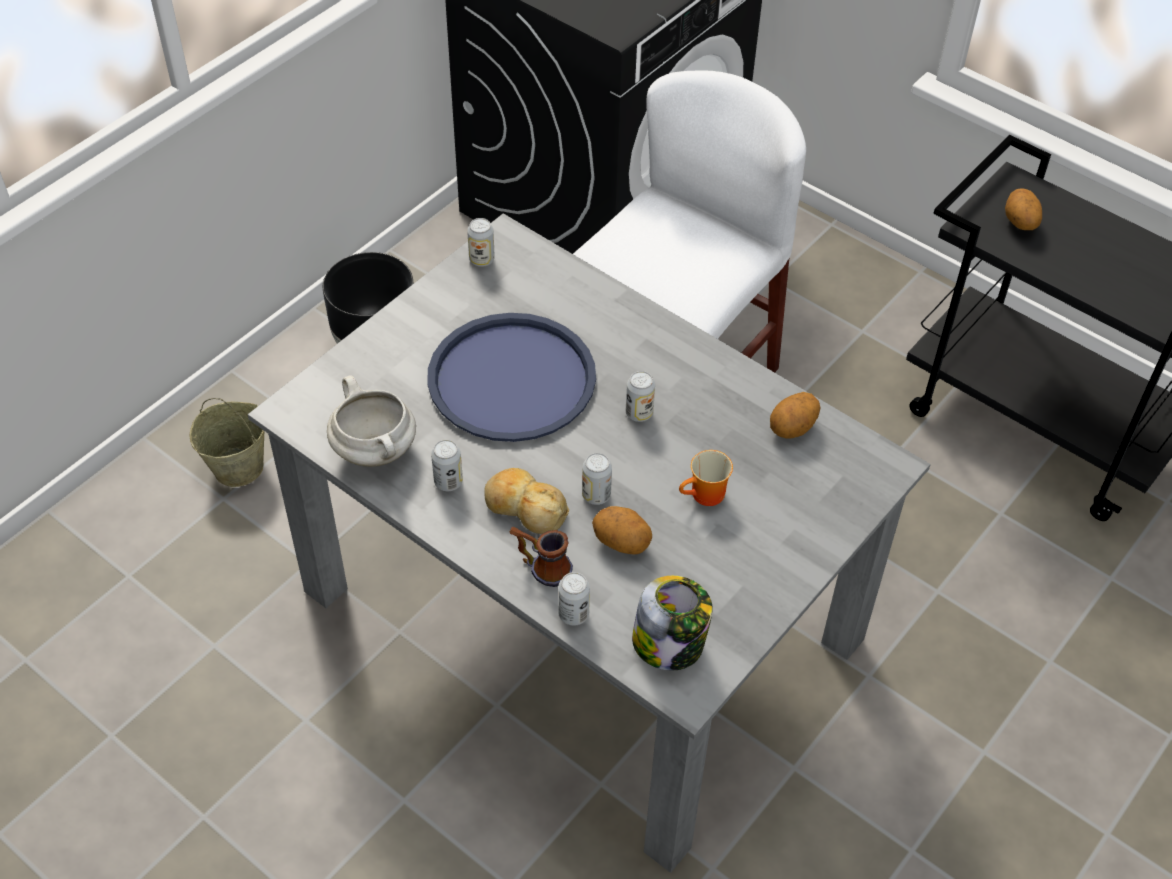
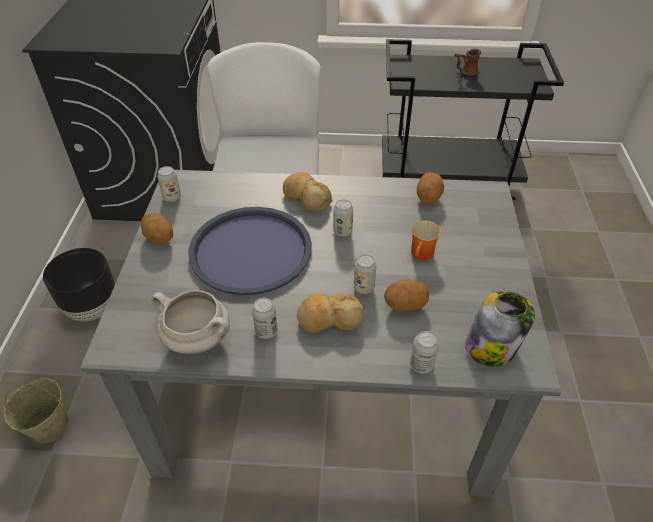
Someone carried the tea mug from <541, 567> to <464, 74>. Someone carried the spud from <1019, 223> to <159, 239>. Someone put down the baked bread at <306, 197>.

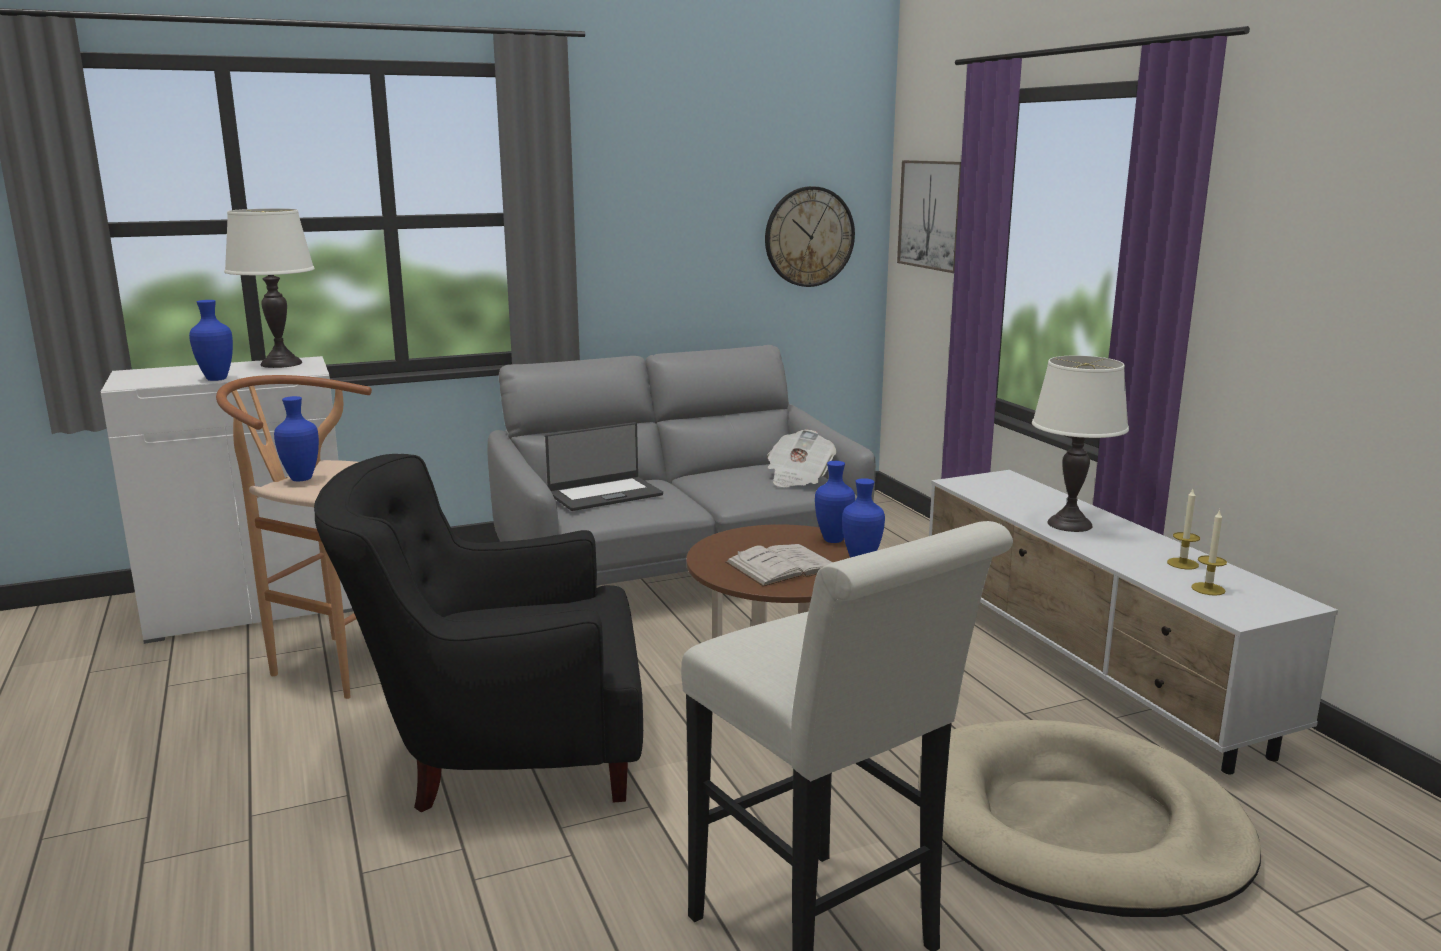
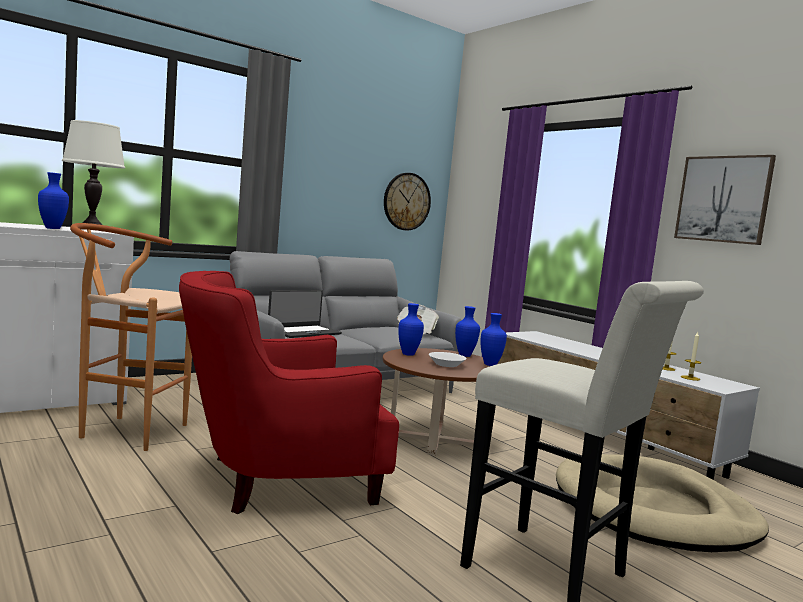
Someone carried the decorative vase (bluish) from <303, 479> to <409, 354>. Someone repainted the armchair (blackish) at <502, 752>, which became the armchair (red-coloured) at <277, 479>. Someone swapped the book (white) at <782, 566> for the bowl (white) at <446, 364>. Someone carried the picture from <933, 215> to <723, 199>. Someone took away the lamp for a table (white) at <1070, 524>.

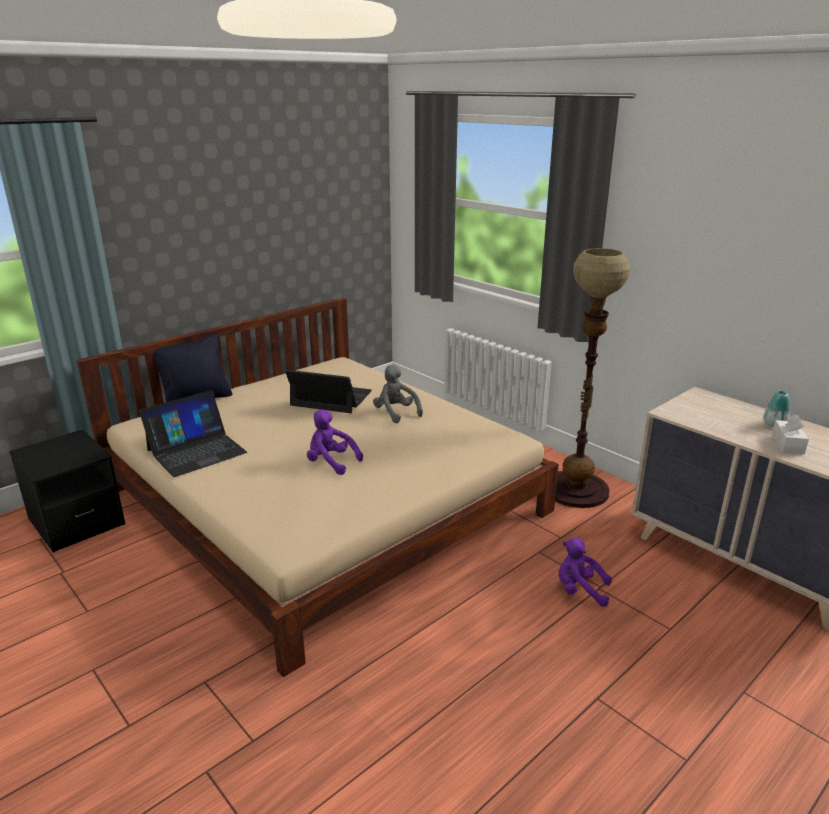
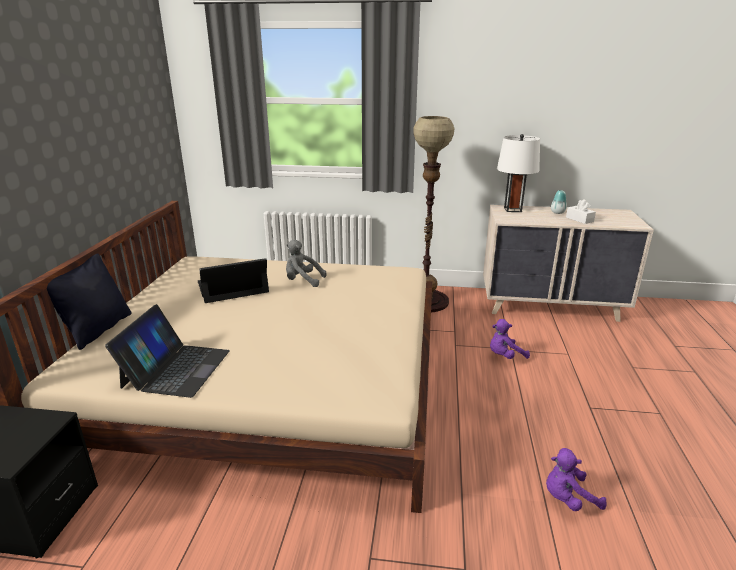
Someone carried the plush toy (purple) from <331, 463> to <568, 498>. Someone put down the lamp for a table (white) at <512, 209>.

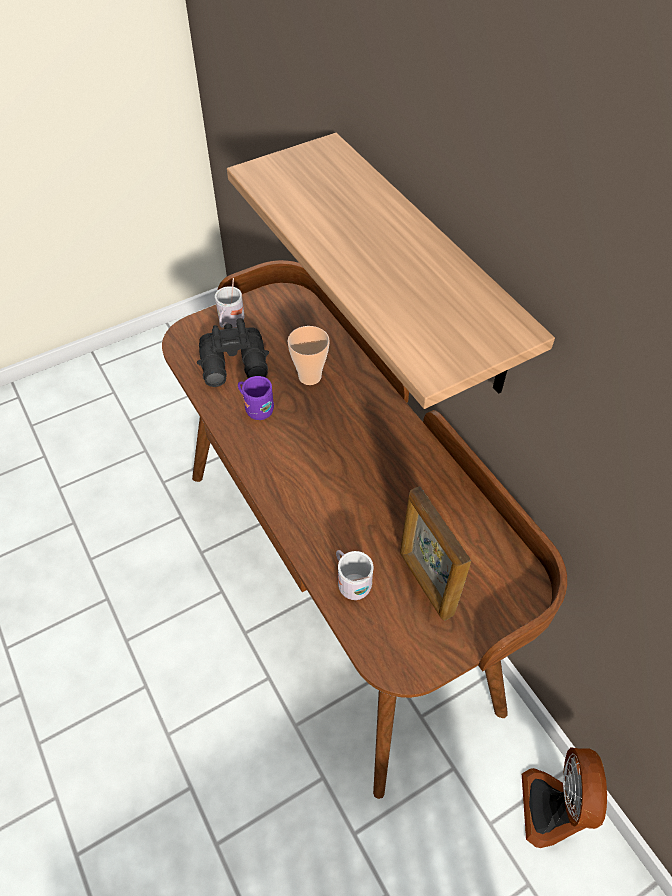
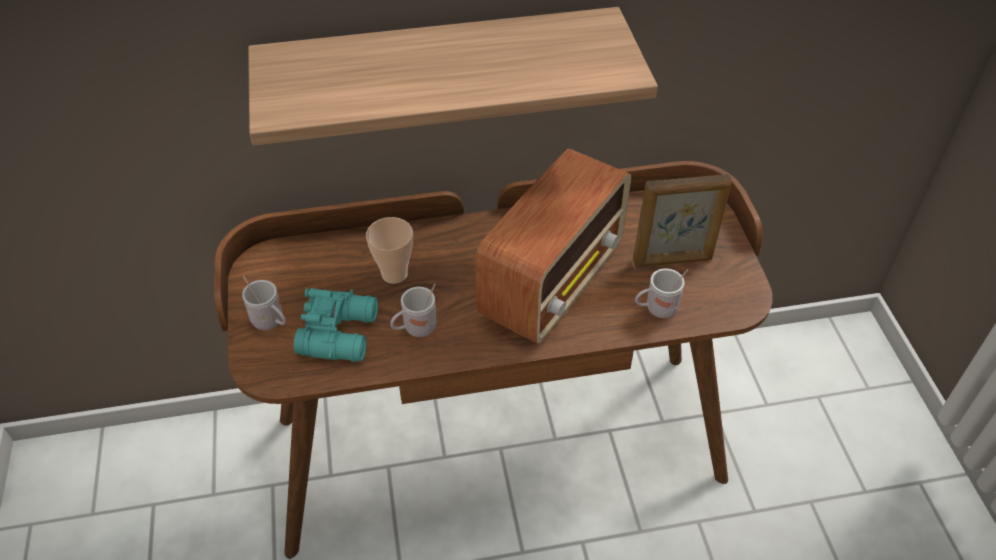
Someone repainted the field glasses (blackish) at <236, 366>, which became the field glasses (blue-green) at <341, 332>. Someone repainted the tea mug (purple) at <256, 409>, which became the tea mug (white) at <415, 329>. Someone took away the fan at <554, 809>. Someone put down the radio at <553, 281>.

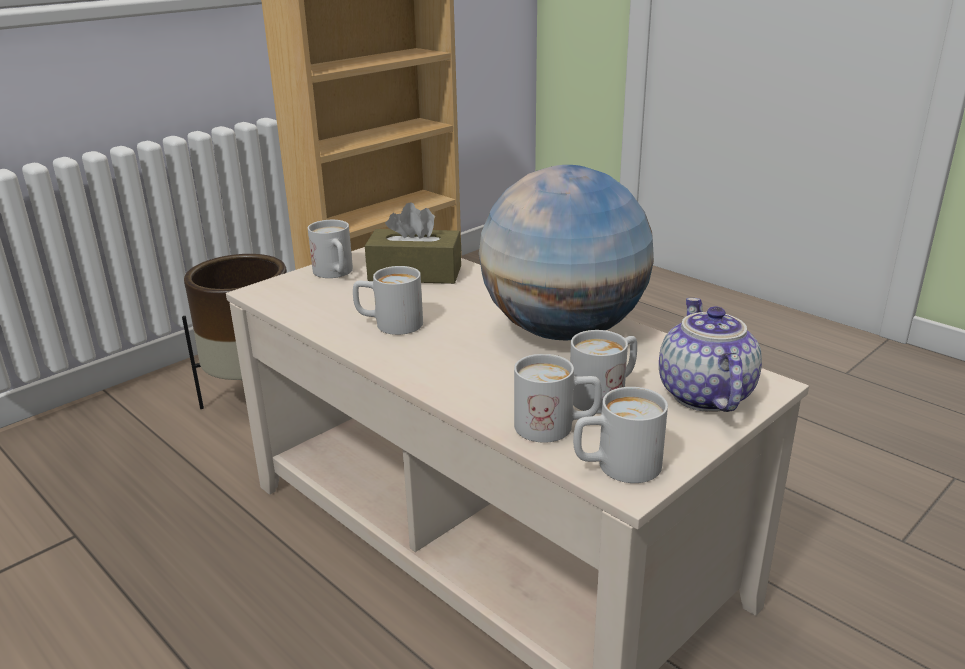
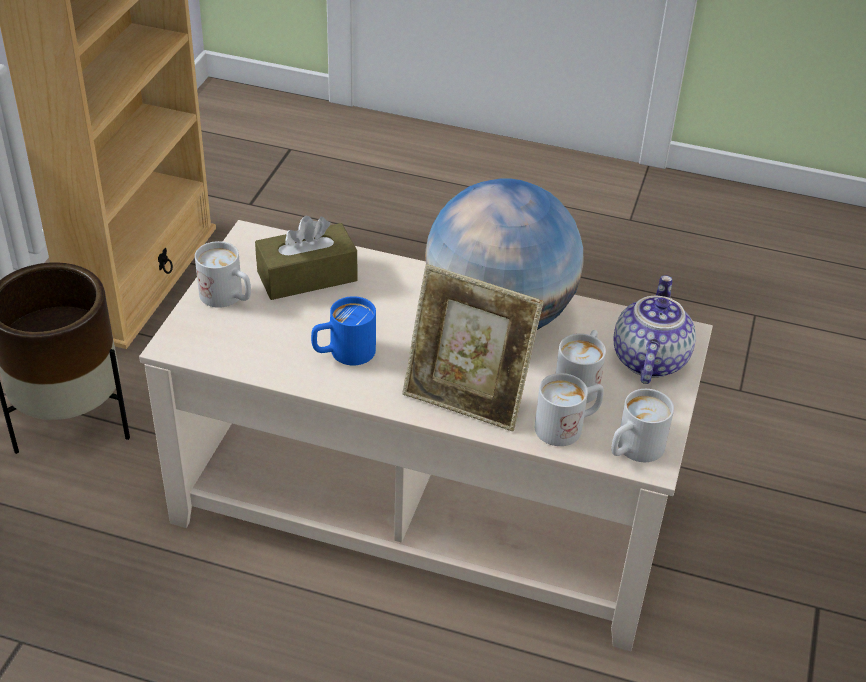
Someone repainted the tea mug (white) at <389, 324>, which became the tea mug (bluish) at <343, 353>. Someone rotated the pot for tea at <702, 395> by 45 degrees clockwise. Someone put down the standing frame at <466, 398>.

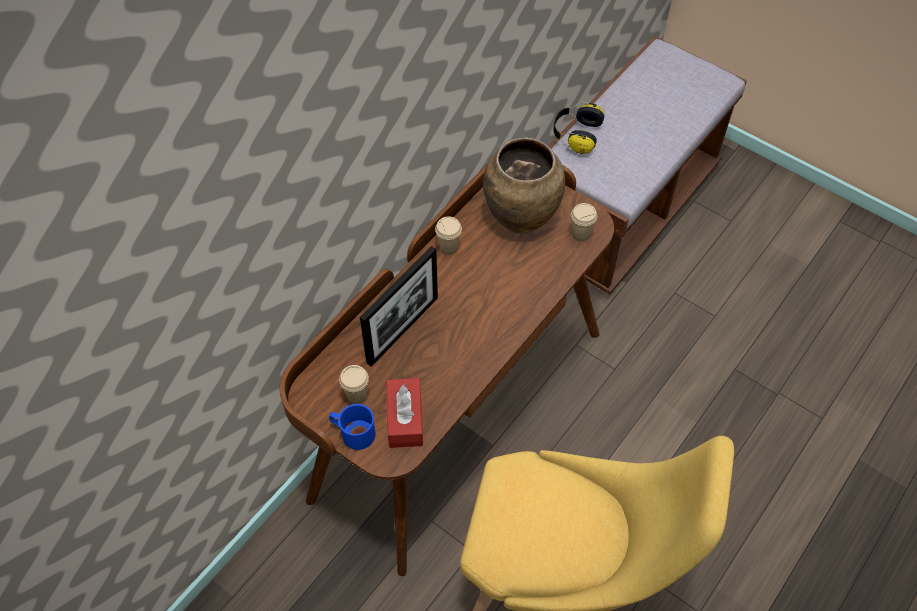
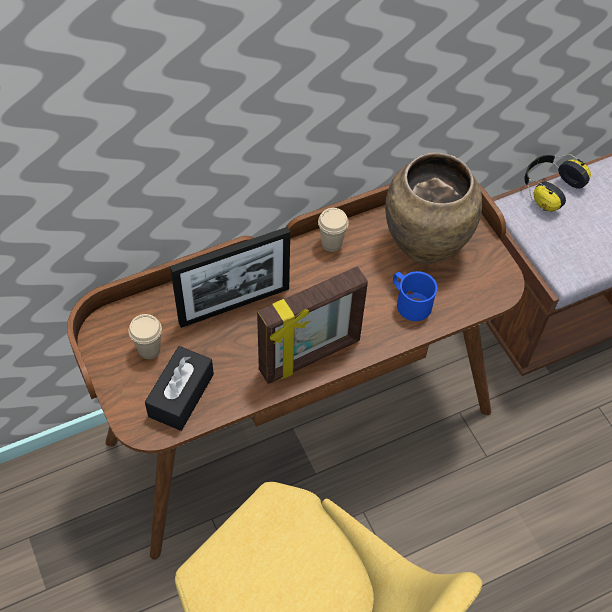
Someone carried the tea mug (bluish) from <353, 433> to <409, 302>. Someone repainted the box of tissues (red-coloured) at <405, 419>, which became the box of tissues (blackish) at <181, 395>. Someone took away the small cup (sand-coloured) at <580, 234>. Someone put down the standing frame at <310, 357>.

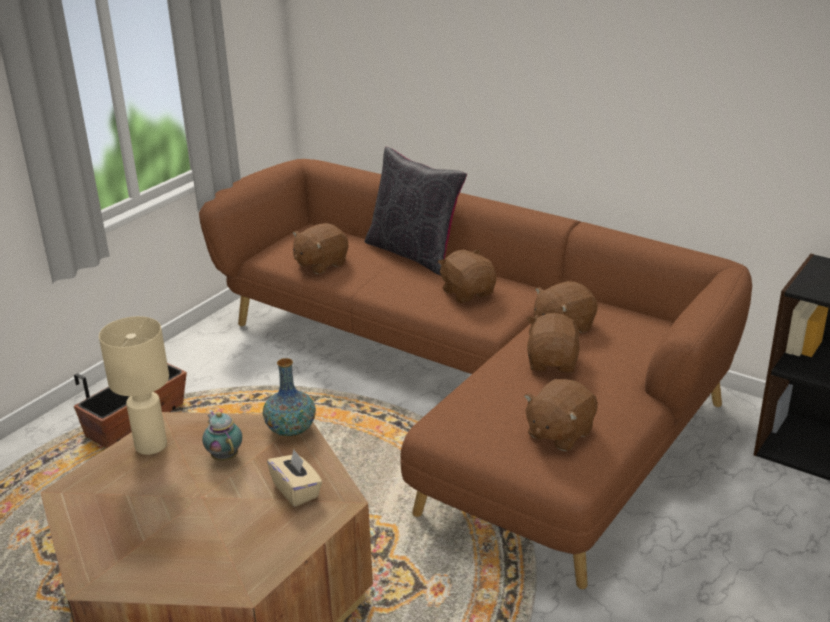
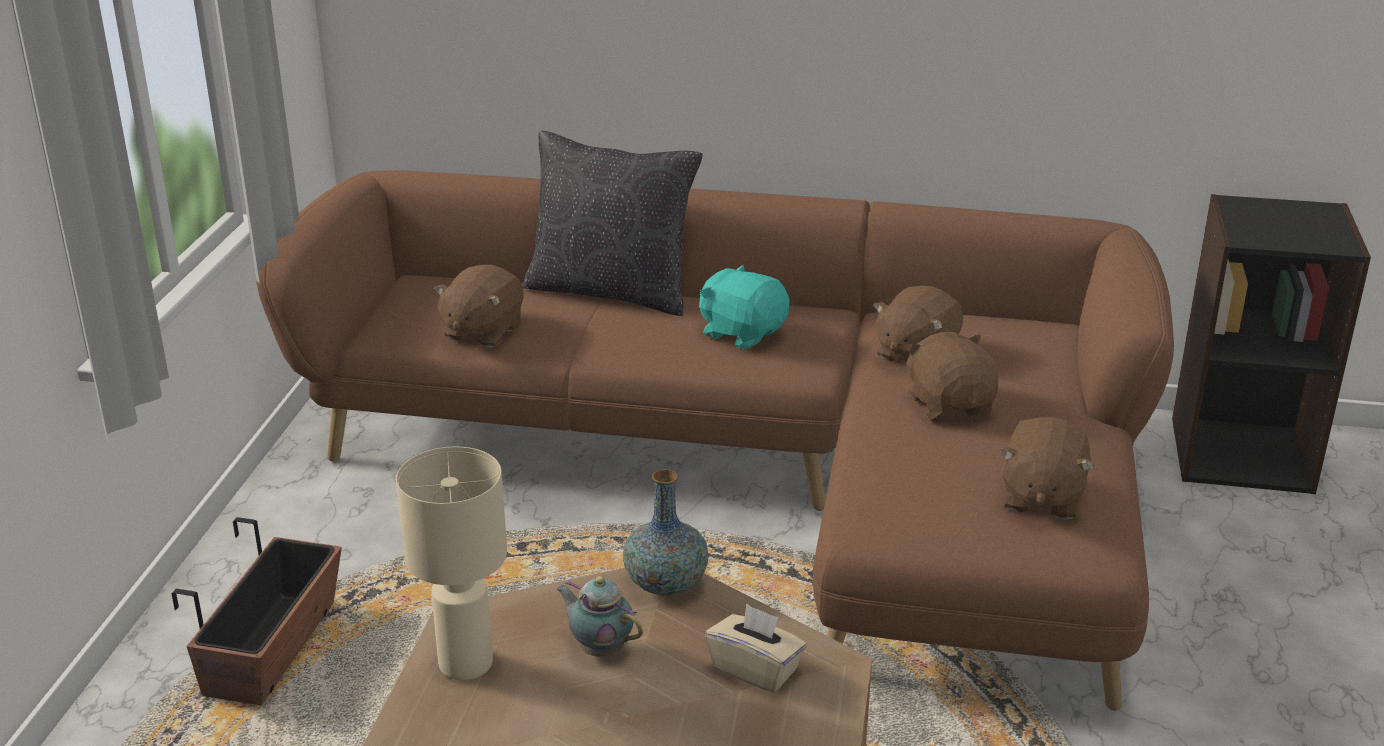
Someone repainted the plush toy (brown) at <468, 293>, which became the plush toy (blue-green) at <742, 333>.

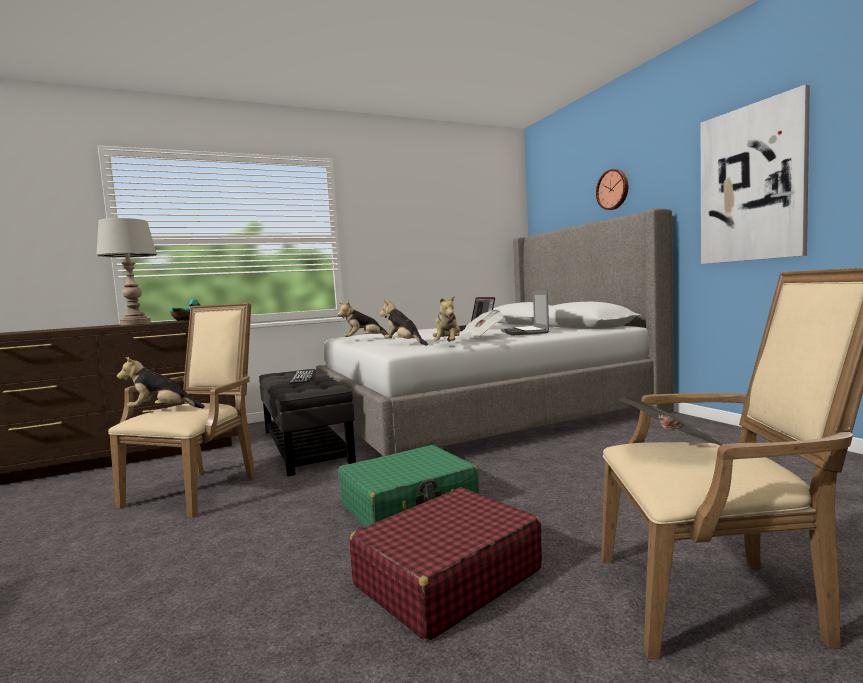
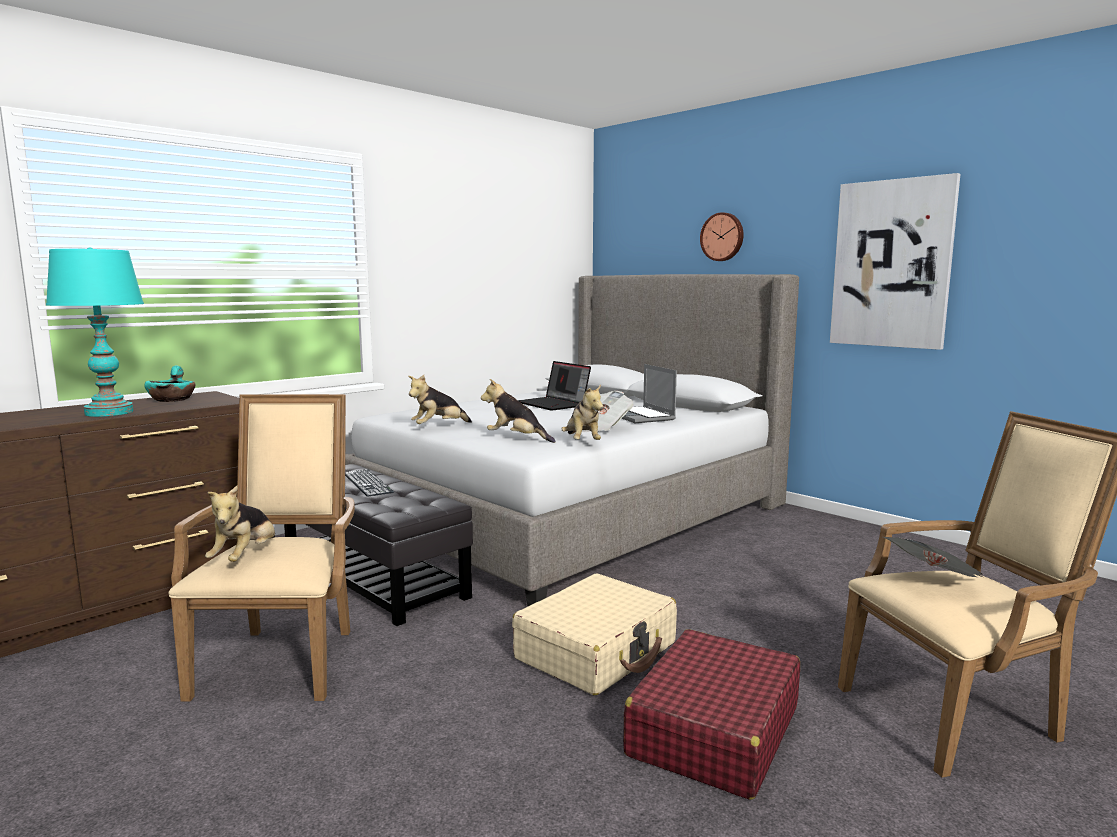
Someone repainted the lamp for a table (gray) at <135, 324>, which became the lamp for a table (blue-green) at <109, 412>. Someone rotated the plush toy at <162, 411> by 60 degrees counterclockwise. Someone repainted the piece of luggage (green-coloured) at <410, 506>, which became the piece of luggage (sand-coloured) at <597, 651>.

